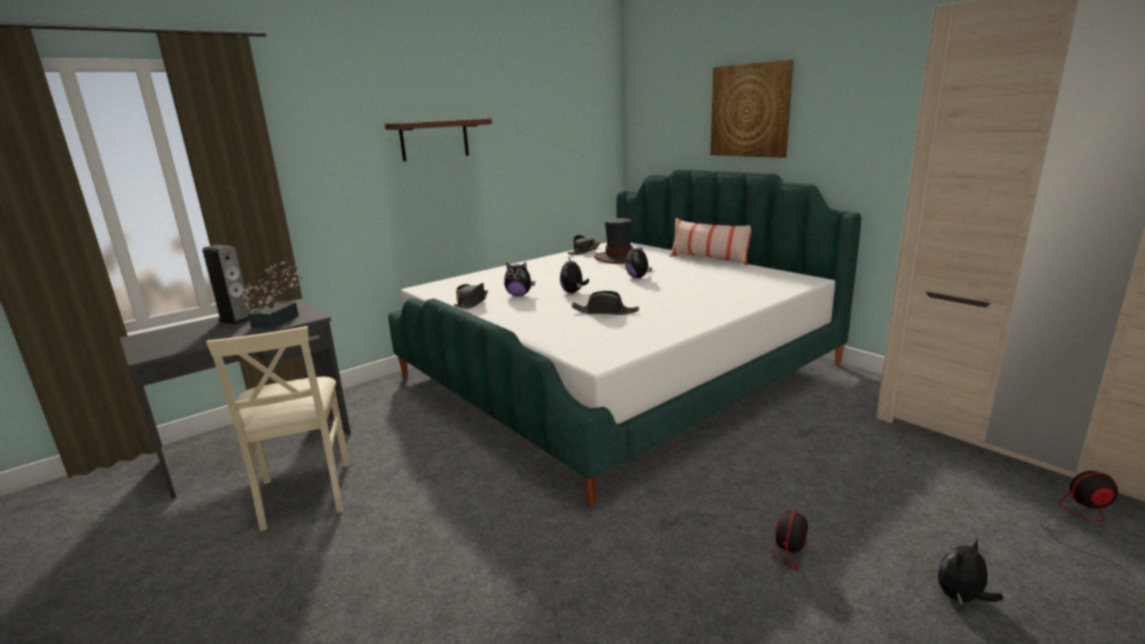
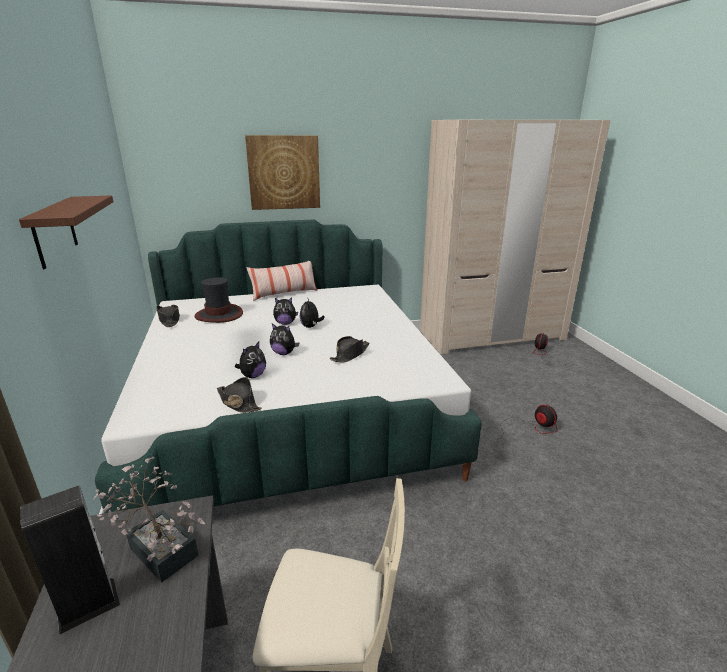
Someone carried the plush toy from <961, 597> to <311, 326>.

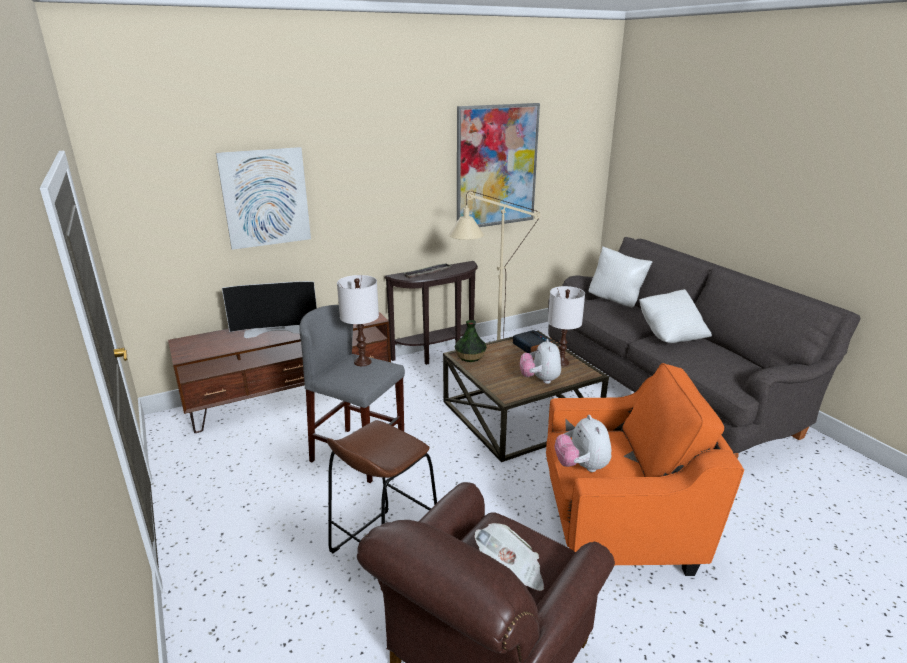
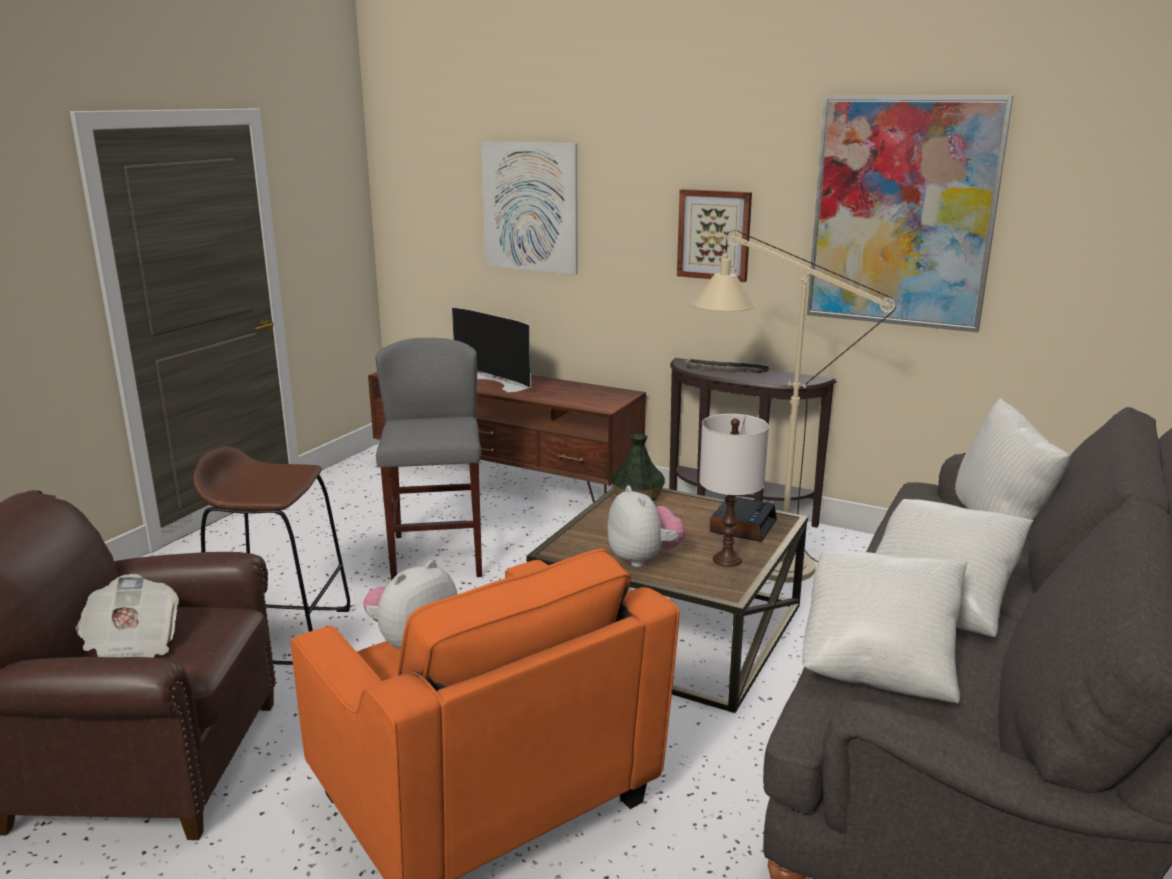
Someone took away the lamp for a table (white) at <363, 362>. Someone rotated the plush toy at <540, 380> by 105 degrees clockwise. Someone put up the picture at <714, 235>. Someone put down the cushion (white) at <878, 665>.

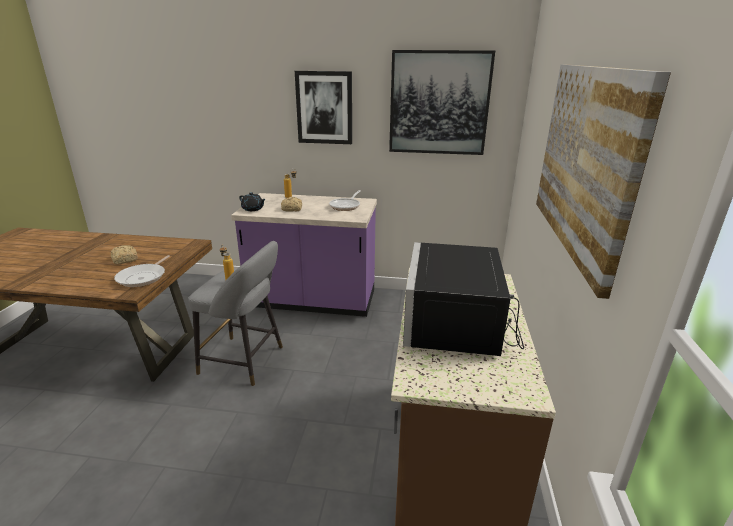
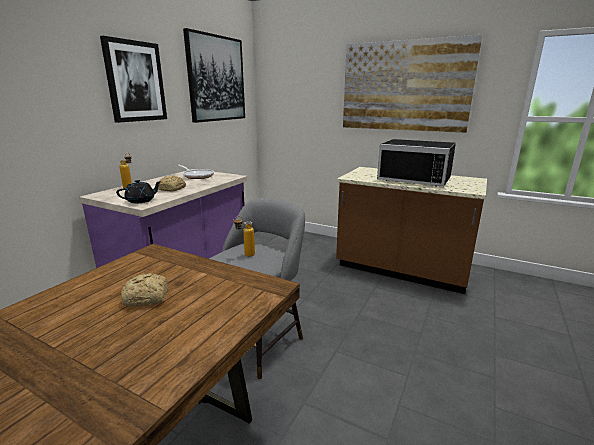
Someone took away the skillet at <143, 277>.

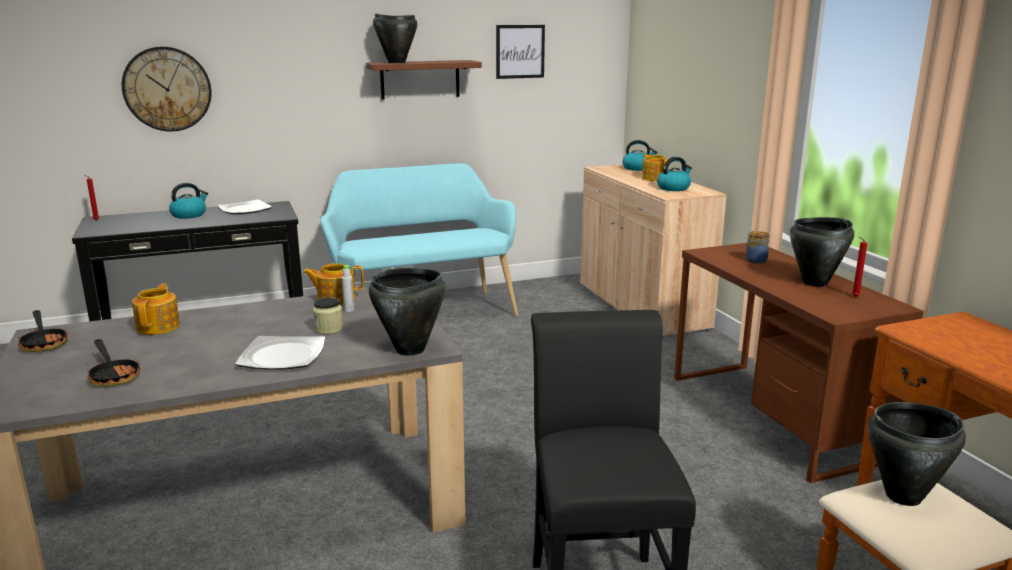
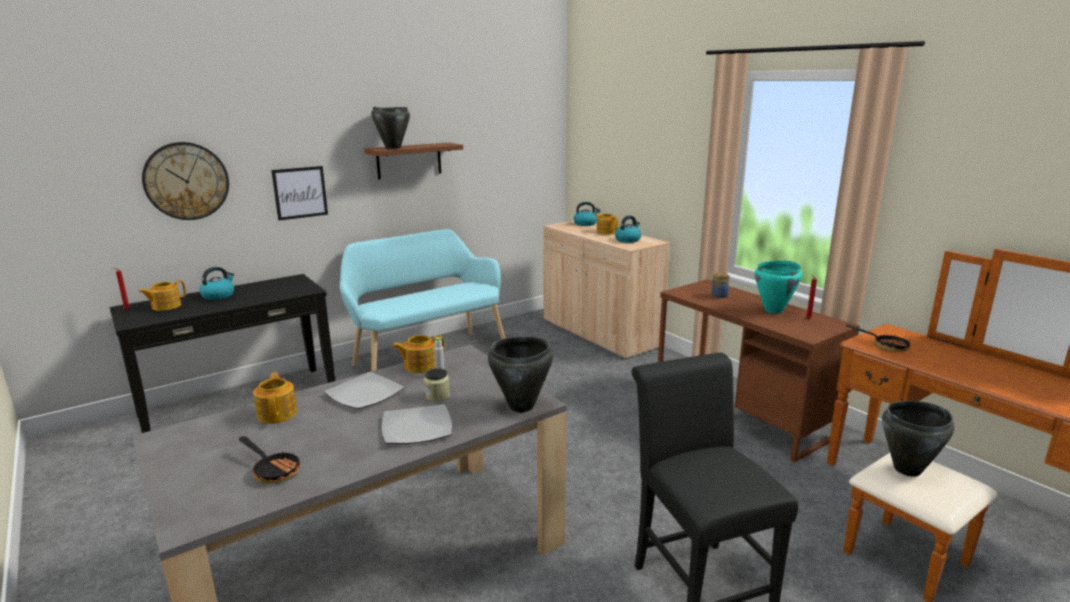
Someone carried the skillet from <44, 343> to <885, 346>. Someone carried the dinner plate from <245, 209> to <365, 393>. Someone carried the picture from <520, 51> to <300, 192>. Someone repainted the stockpot (blackish) at <815, 283>, which became the stockpot (blue-green) at <774, 310>. Someone put down the pot for tea at <165, 306>.

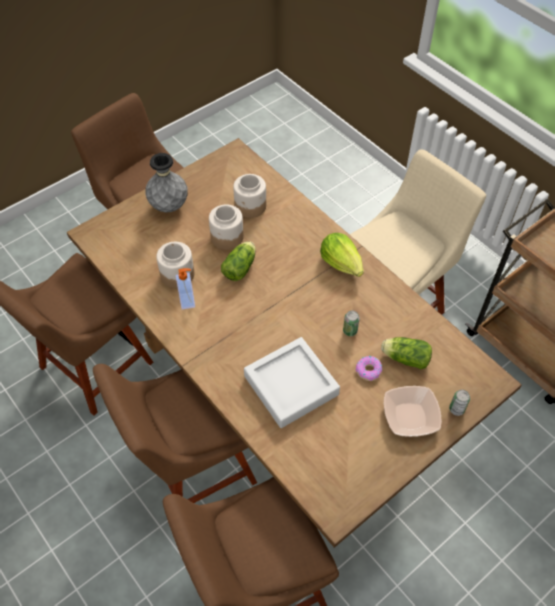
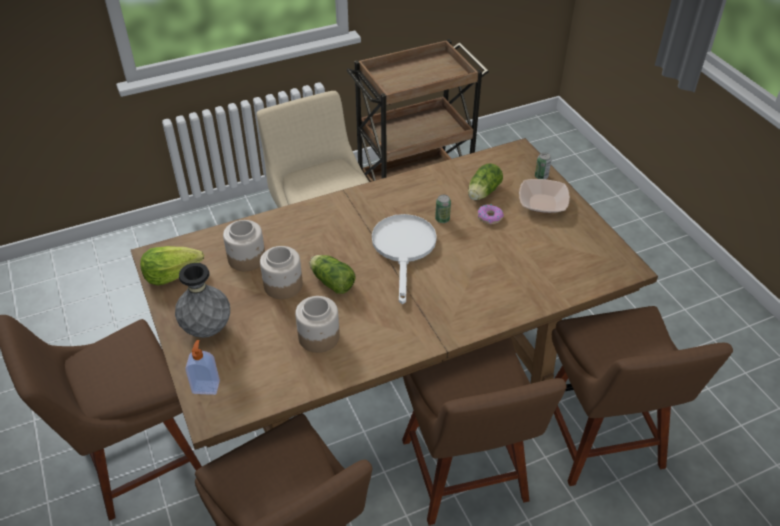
Someone carried the soap bottle from <188, 301> to <206, 386>. Someone took away the tray (gray) at <291, 385>. Someone carried the lettuce head from <342, 263> to <172, 274>. Someone put down the skillet (white) at <404, 249>.

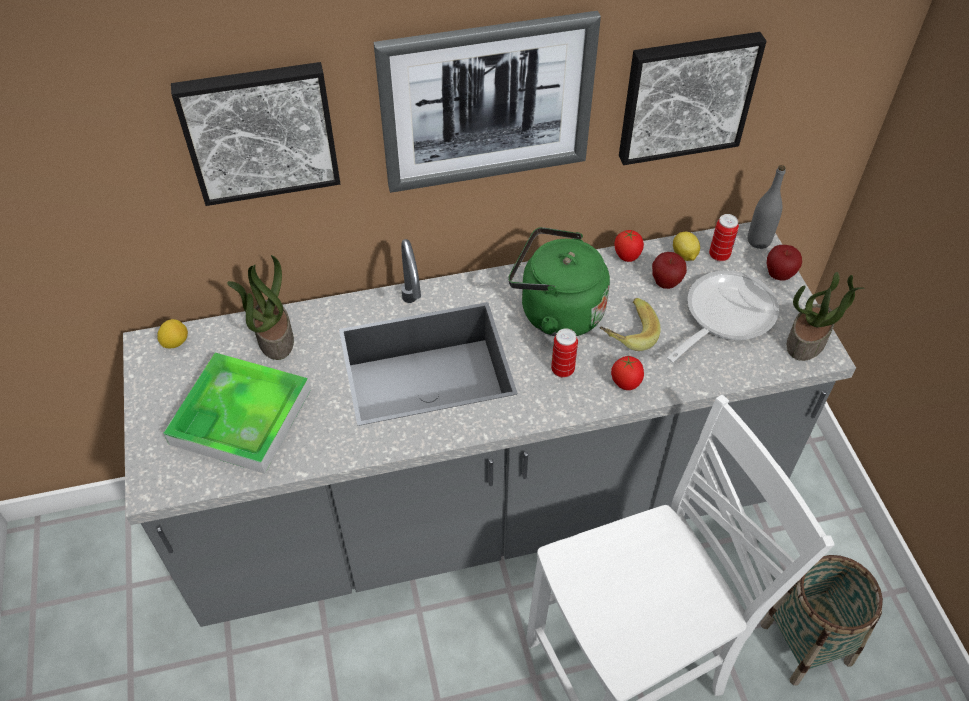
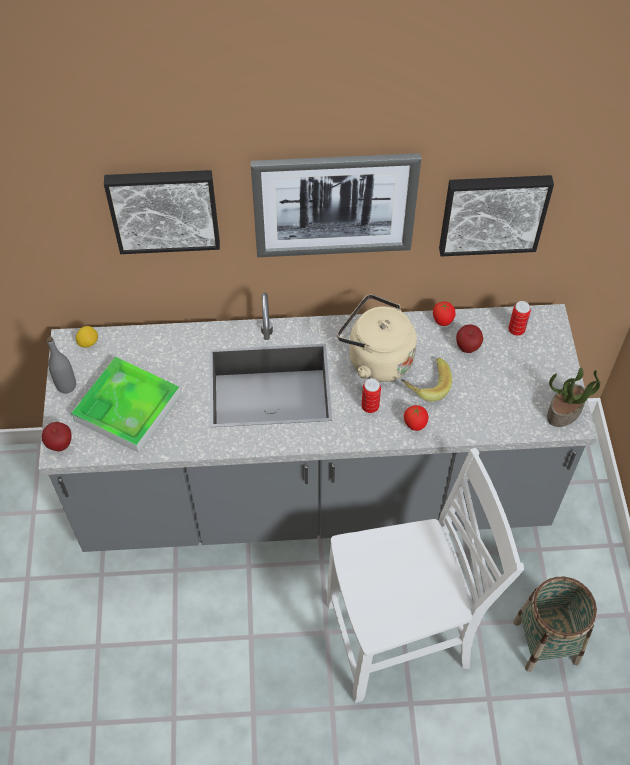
Someone took away the houseplant at <274, 338>. Someone repainted the kettle (green-coloured) at <556, 311>, which became the kettle (sand-coloured) at <376, 359>. Someone took away the skillet at <724, 316>. Someone took away the lemon at <684, 256>. Someone carried the drink bottle (gray) from <758, 241> to <66, 385>. Someone carried the apple from <779, 275> to <60, 445>.

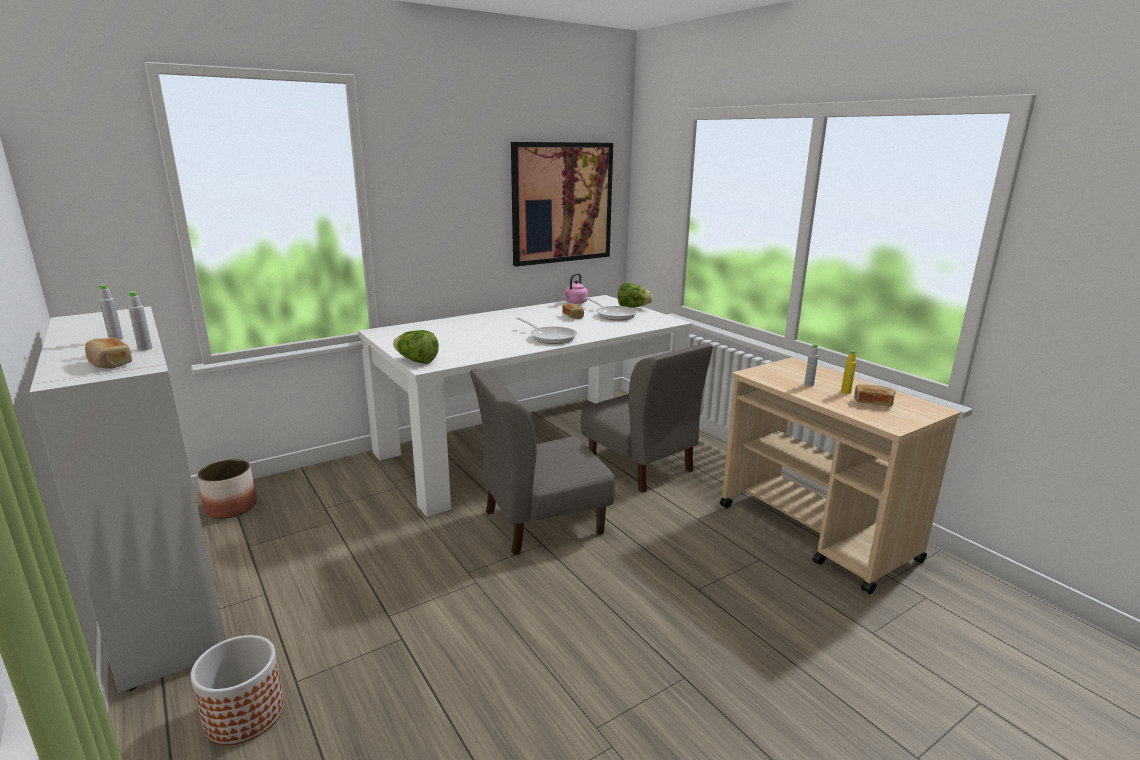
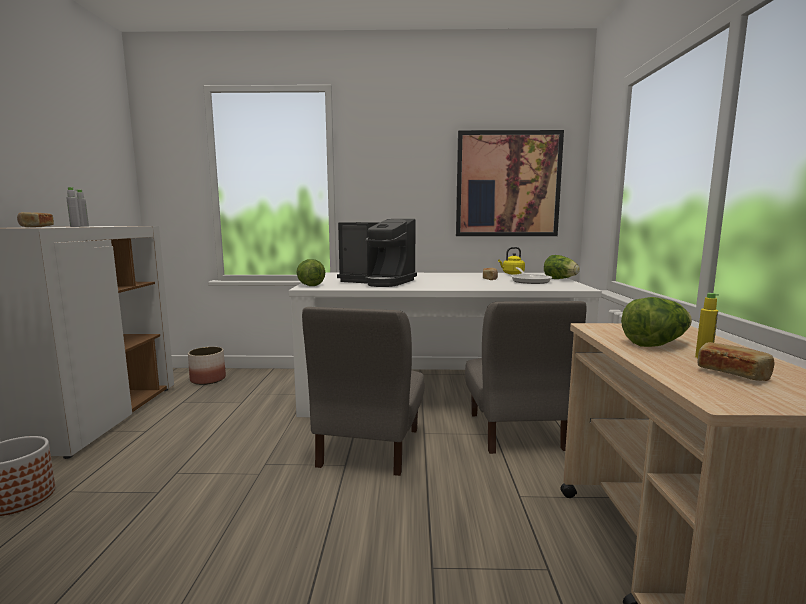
Someone rotated the plain chair (gray) at <542, 522> by 90 degrees counterclockwise. Someone took away the skillet at <550, 337>. Someone repainted the kettle (pinkish) at <575, 303>, which became the kettle (yellow) at <512, 274>. Someone swapped the drink bottle (gray) at <809, 385> for the lettuce head at <655, 344>. Someone put down the coffee brewer at <378, 282>.

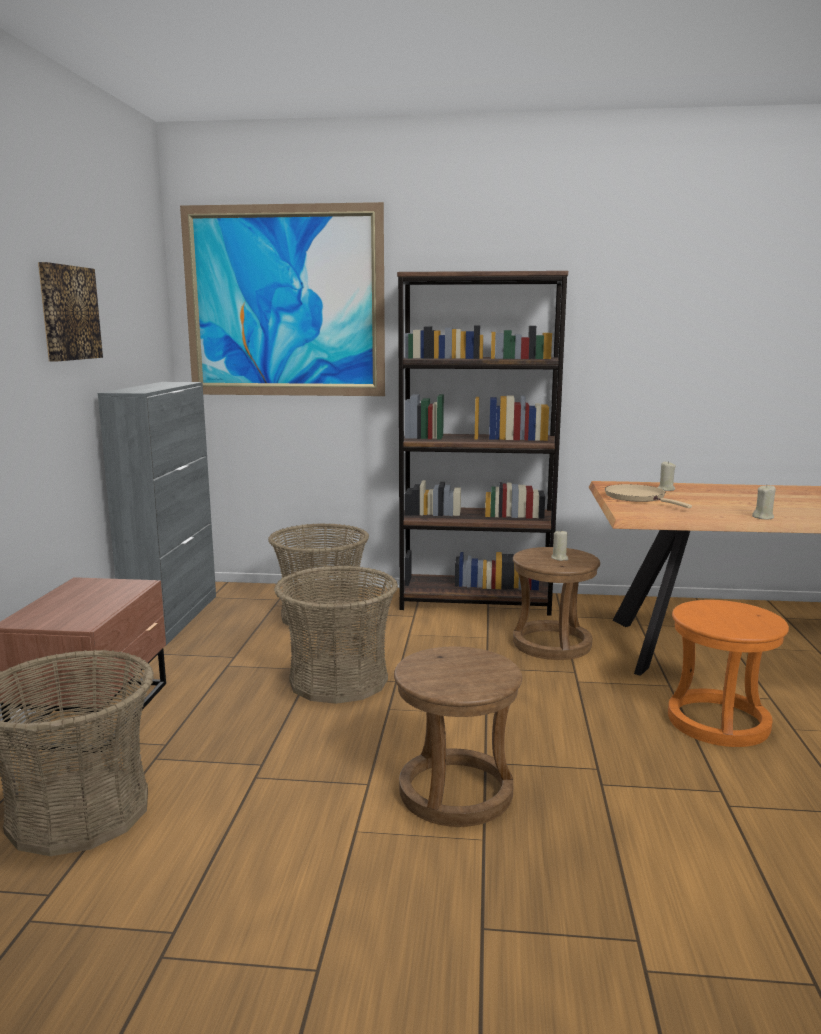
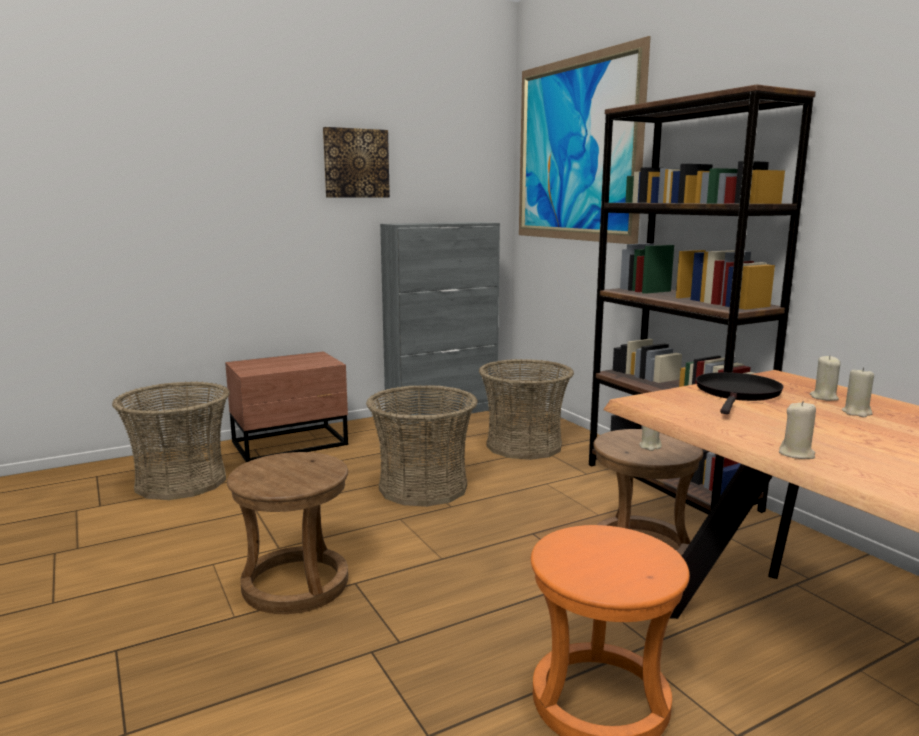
Someone repainted the skillet (sand-coloured) at <638, 498>, which became the skillet (blackish) at <737, 393>. Someone put down the wax candle (sand-coloured) at <857, 413>.

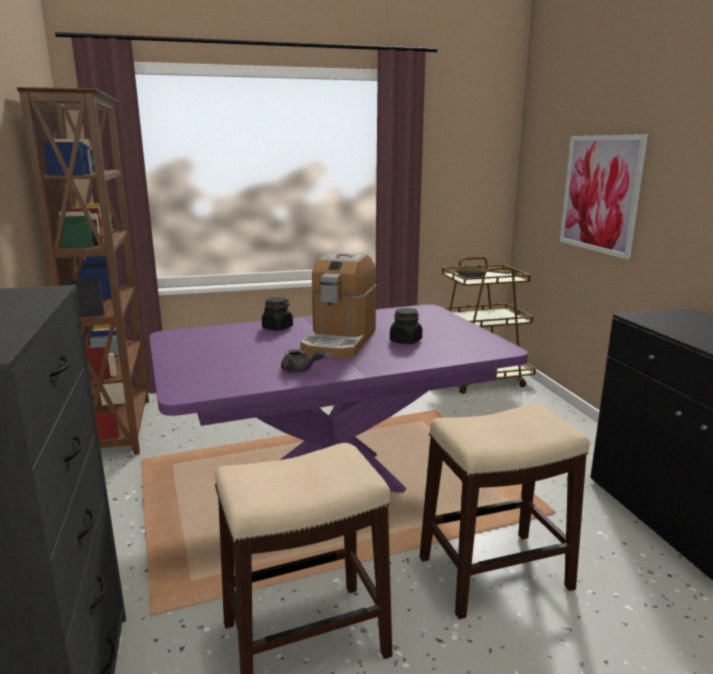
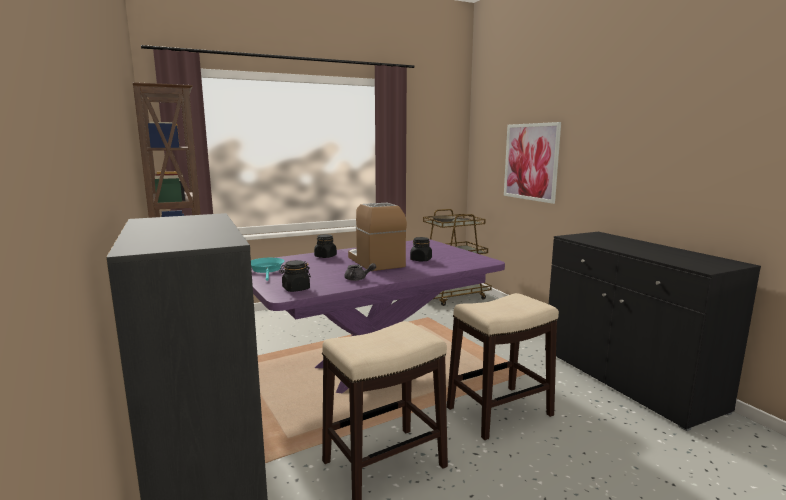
Someone rotated the coffee brewer at <340, 341> by 150 degrees clockwise. Someone put down the skillet (blue-green) at <267, 270>. Someone put down the storage jar (blackish) at <296, 289>.

